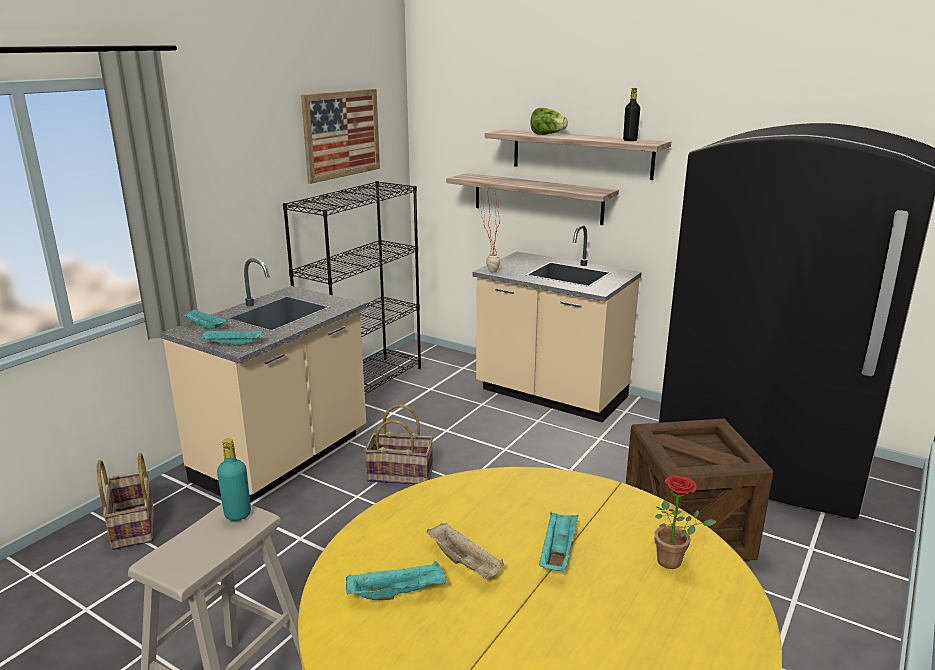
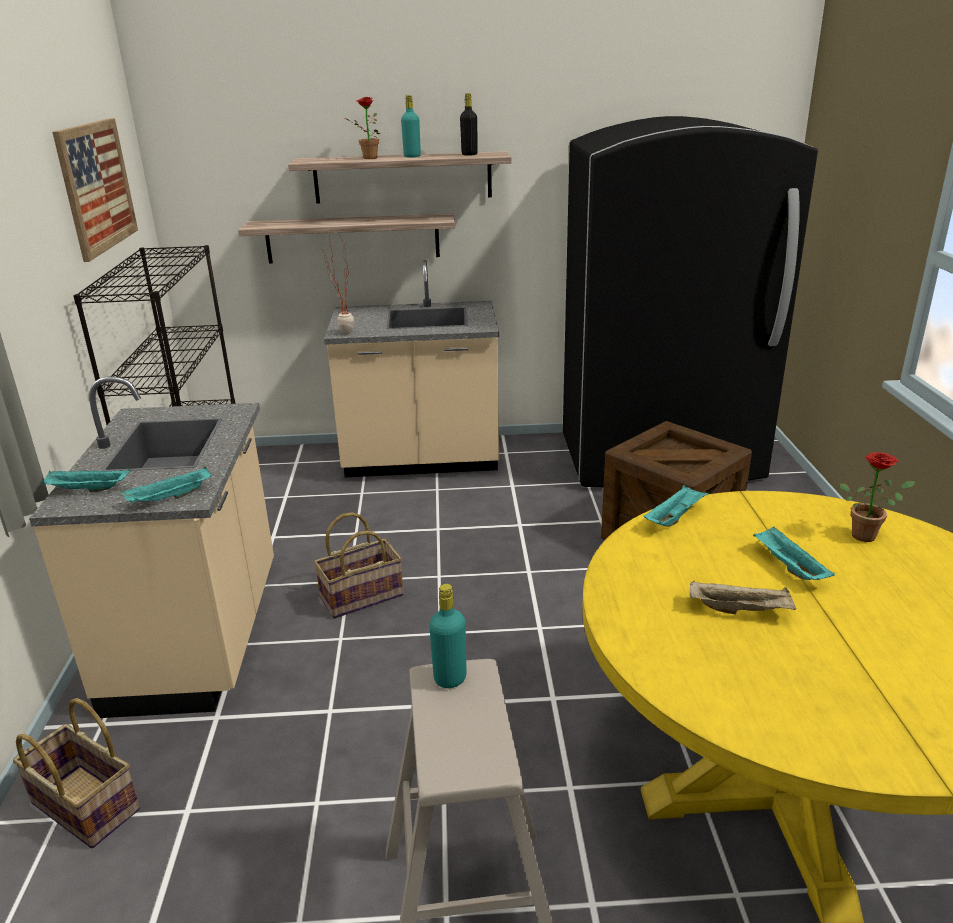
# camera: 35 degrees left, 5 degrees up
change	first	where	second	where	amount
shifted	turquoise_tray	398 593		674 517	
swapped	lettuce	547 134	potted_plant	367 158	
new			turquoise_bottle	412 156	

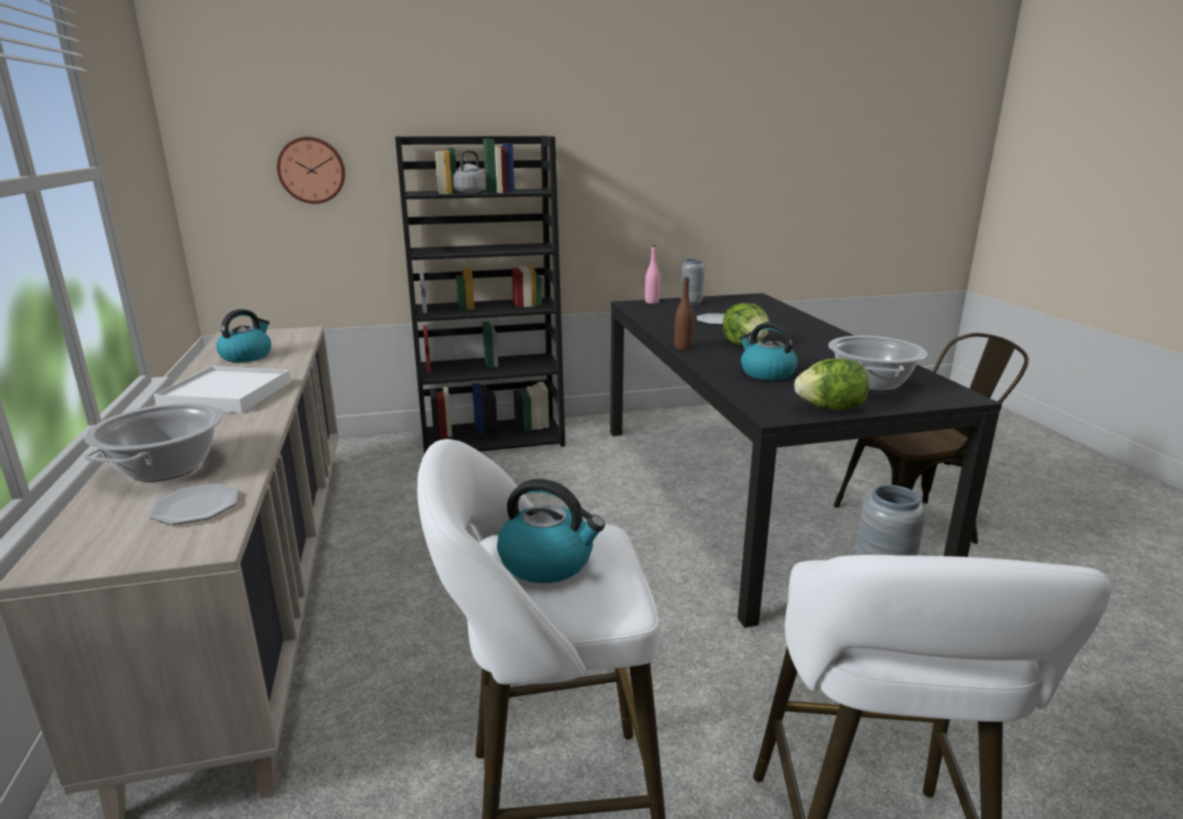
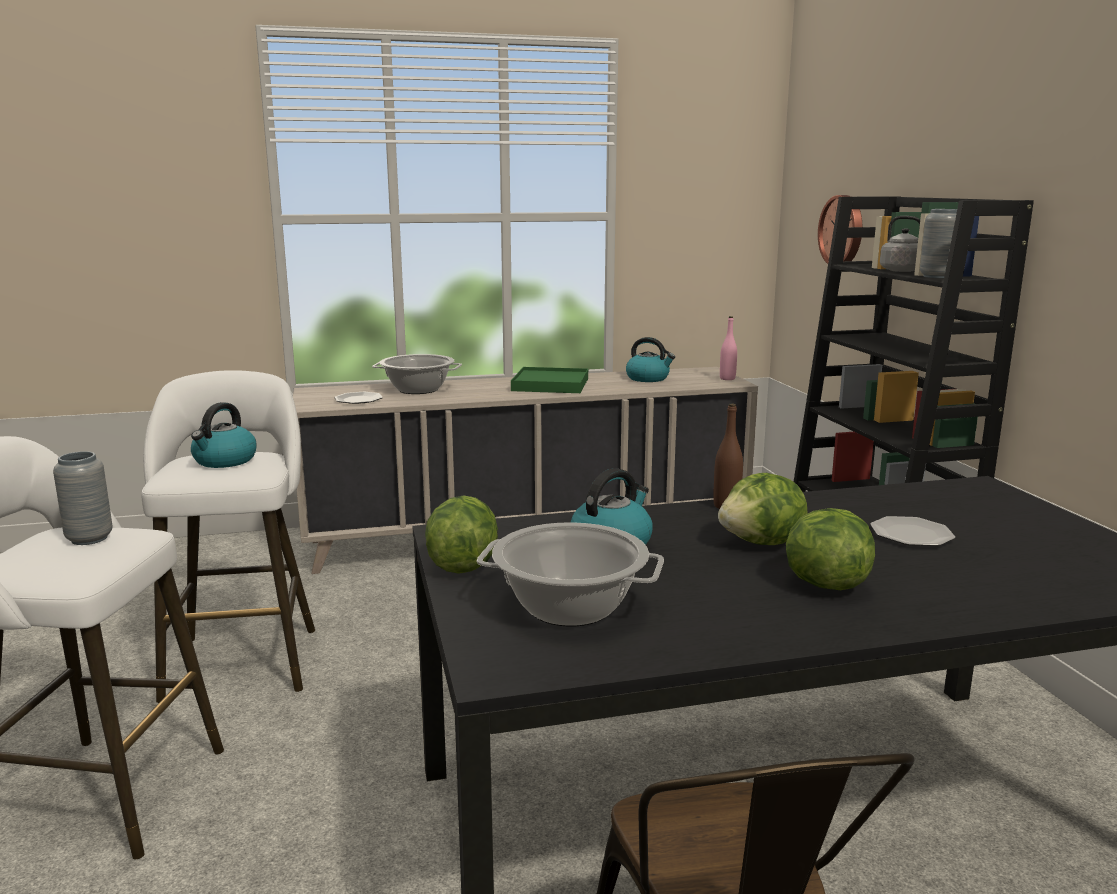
# camera: 90 degrees right, 5 degrees down
change	first	where	second	where	amount
repainted	white_tray	227 394	green_tray	550 384	
shifted	pink_bottle	652 302		727 378	
shifted	grey_vase	691 303		936 277	
new			lettuce	824 584	

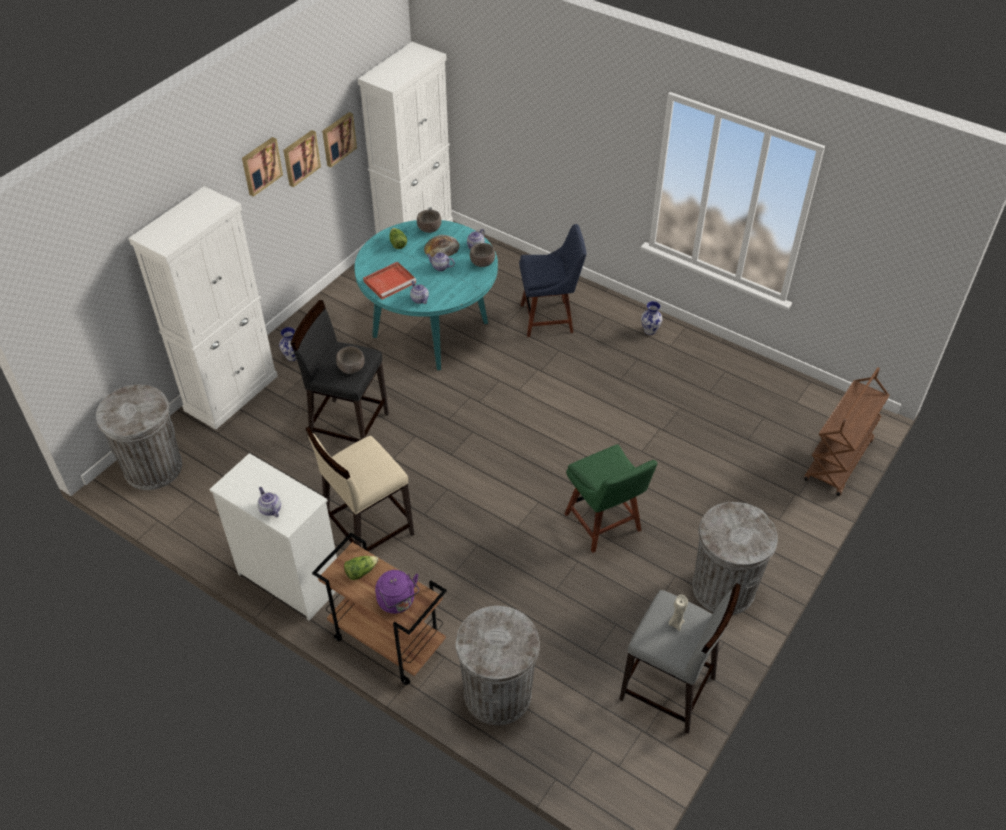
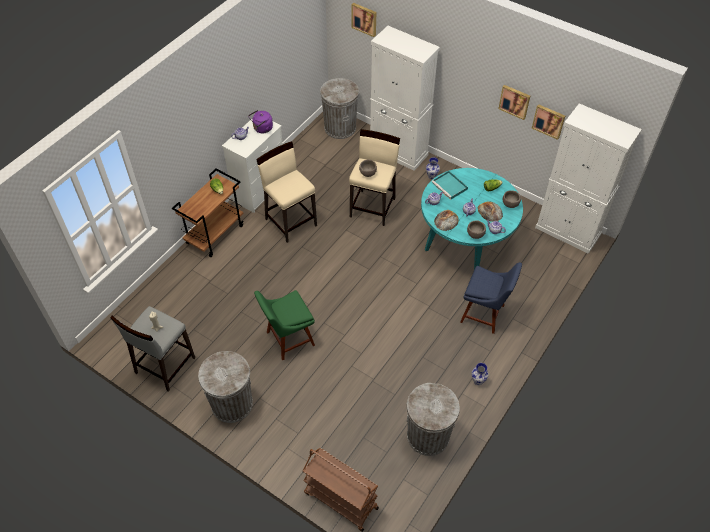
# camera: 90 degrees right, 5 degrees up
change	first	where	second	where	amount
shifted	picture	260 165		364 19	
repainted	black_stool	349 425	beige_stool	373 207	
repainted	red_tray	390 281	turquoise_tray	450 186	
shifted	purple_kettle	398 602		262 129	
shifted	grey_trash_can	498 694		428 436	
rotated	blue_chair	550 318		485 314	60 degrees counterclockwise
new			bread	446 220	

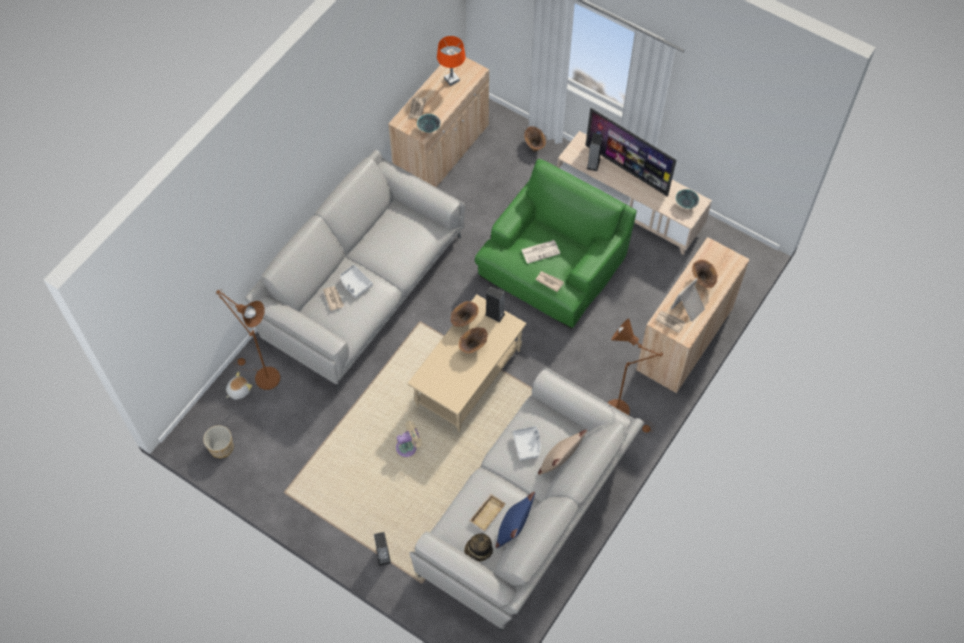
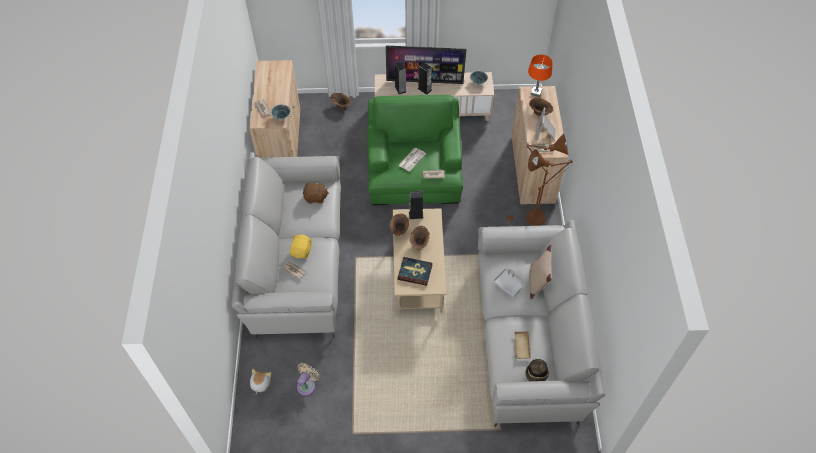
# camera: 35 degrees left, 5 degrees down
change	first	where	second	where	amount
gone	planter	221 448			
shifted	brown_floor_lamp	262 376		531 218	
swapped	grey_tray	355 283	yellow_plush_toy	302 251	
shifted	speaker	383 556		424 89	
shifted	beige_fan	408 446		307 385	
shifted	orange_table_lamp	451 80		536 92	
gone	blue_pillow	513 528			
new			brown_plush_toy	315 197	
new			book	415 272	

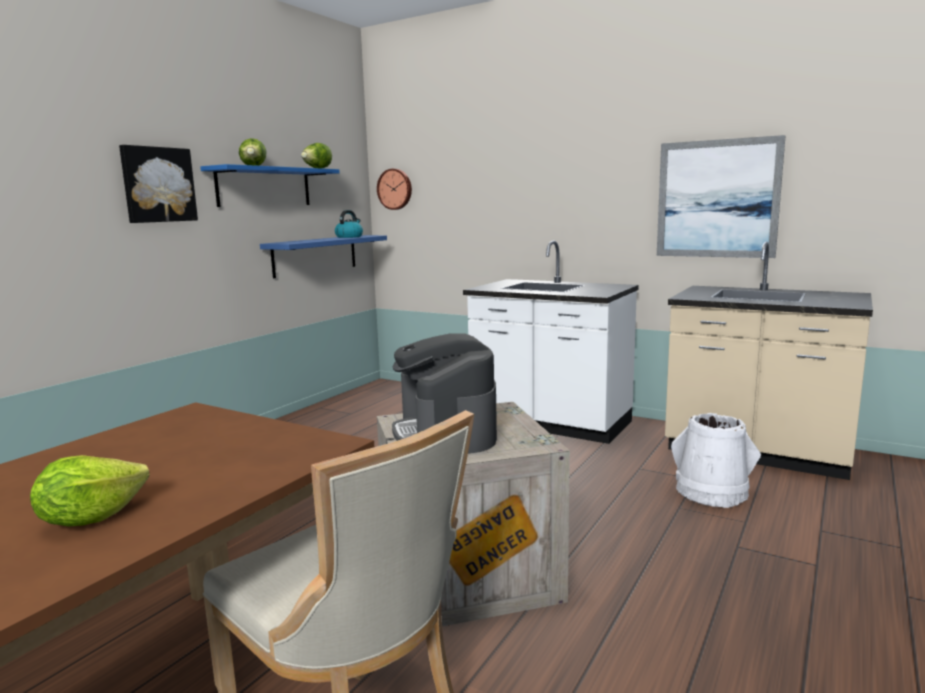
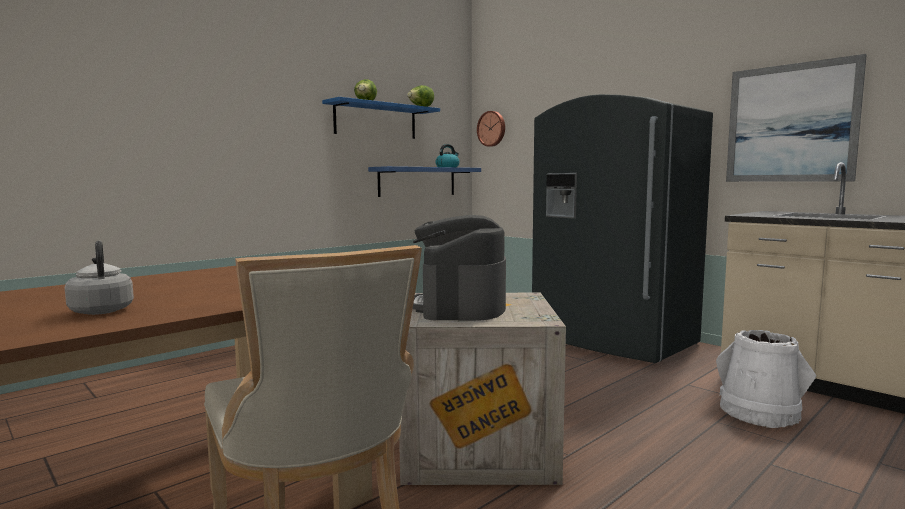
# camera: 15 degrees right, 5 degrees down
change	first	where	second	where	amount
swapped	lettuce	90 518	grey_kettle	102 310	
gone	picture	158 185			
swapped	white_counter	550 423	grey_fridge	611 340	

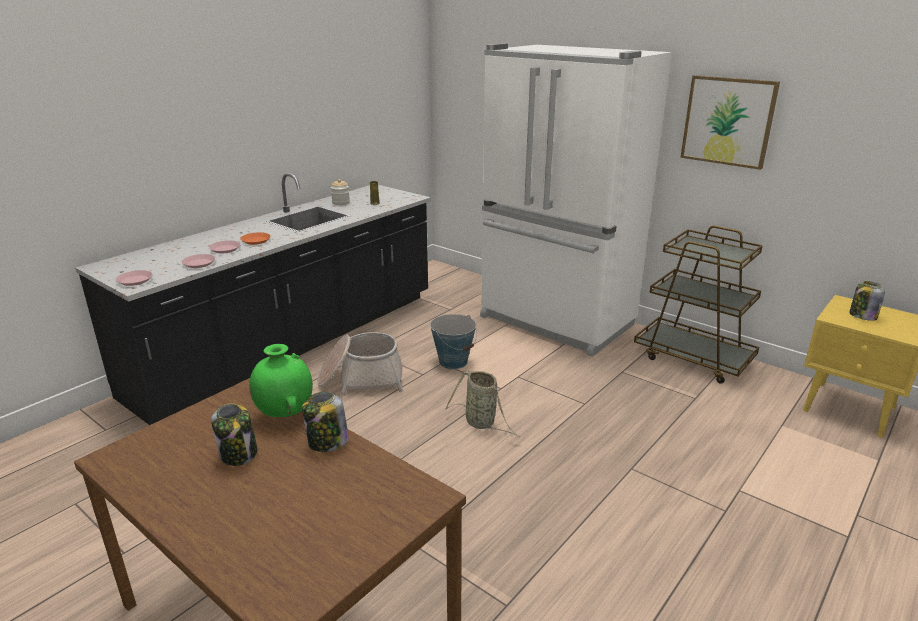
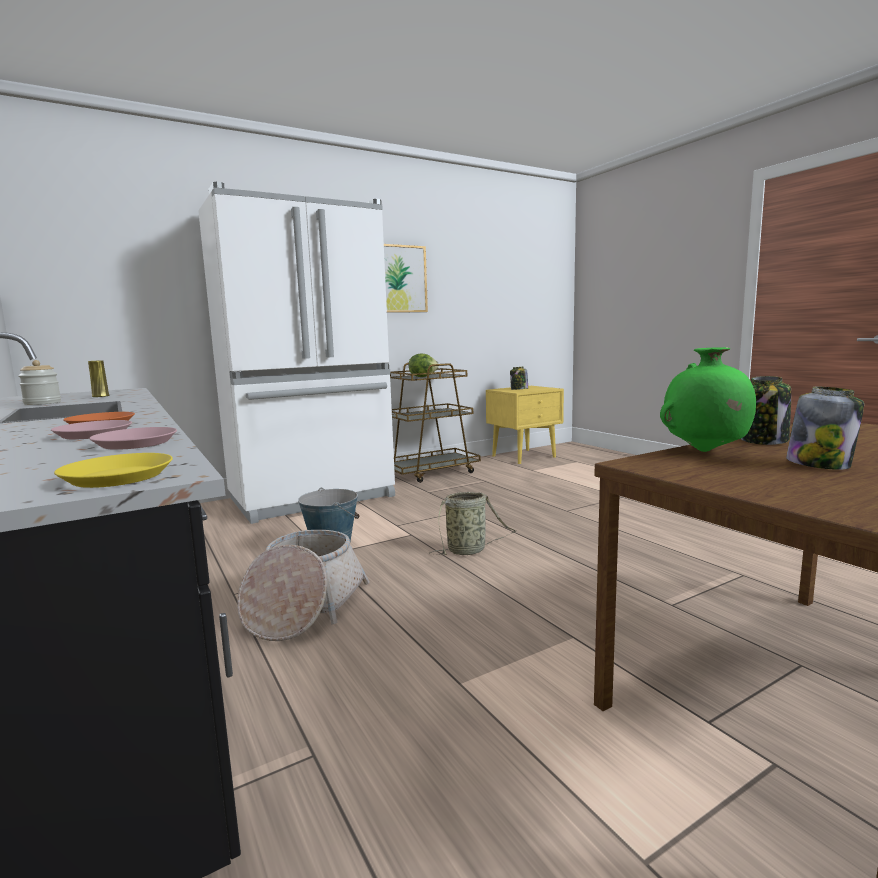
# camera: 70 degrees left, 15 degrees down
change	first	where	second	where	amount
repainted	pink_plate	135 280	yellow_plate	118 477	
new			lettuce	423 377	

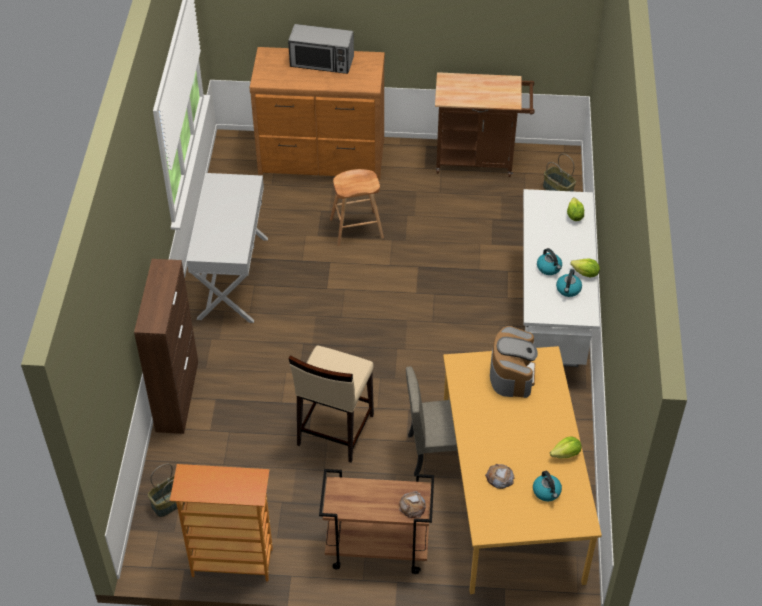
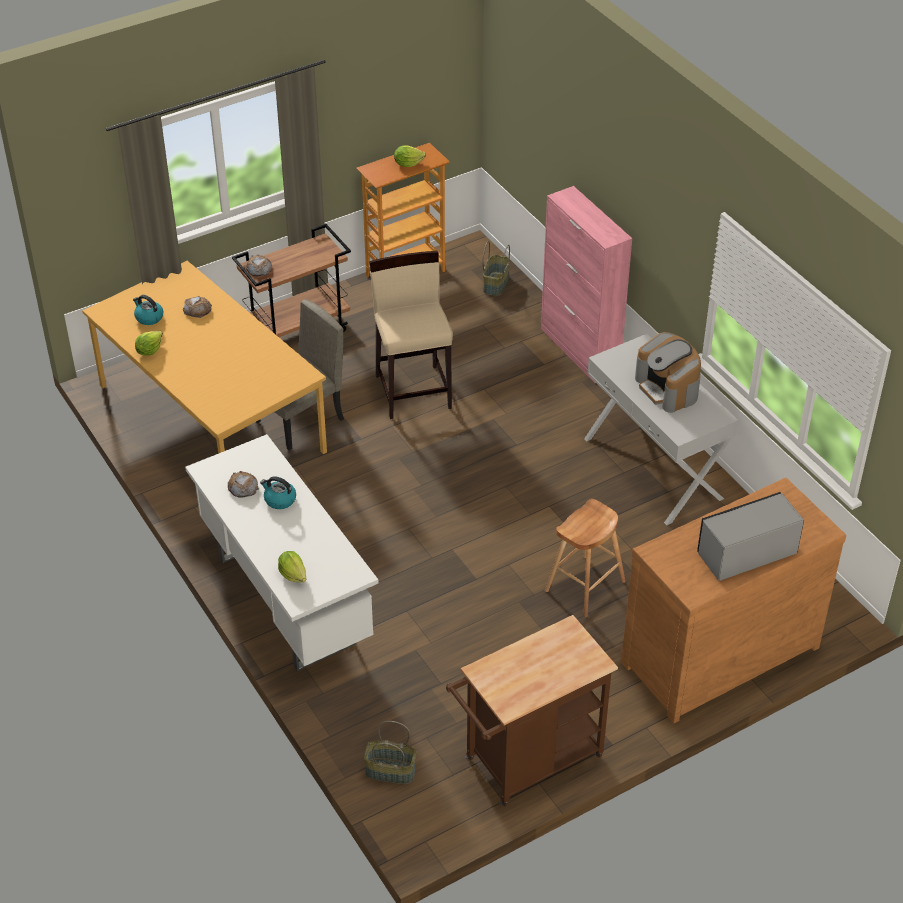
# camera: 145 degrees right, 5 degrees down
change	first	where	second	where	amount
repainted	brown_cabinet	177 395	pink_cabinet	580 350	
shifted	coffee_machine	512 373		668 388	
swapped	kettle	568 289	bread	242 487	
shifted	lettuce	585 274		408 164	

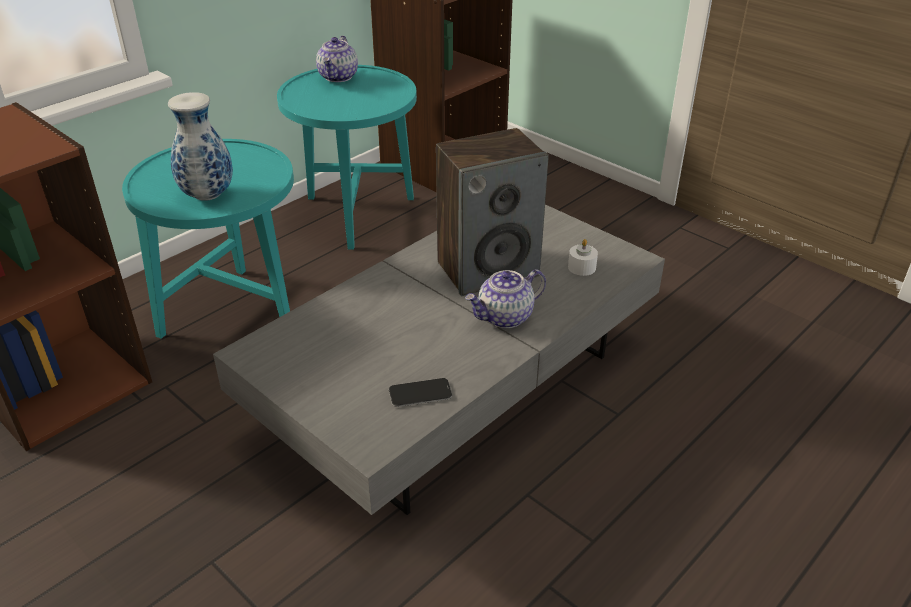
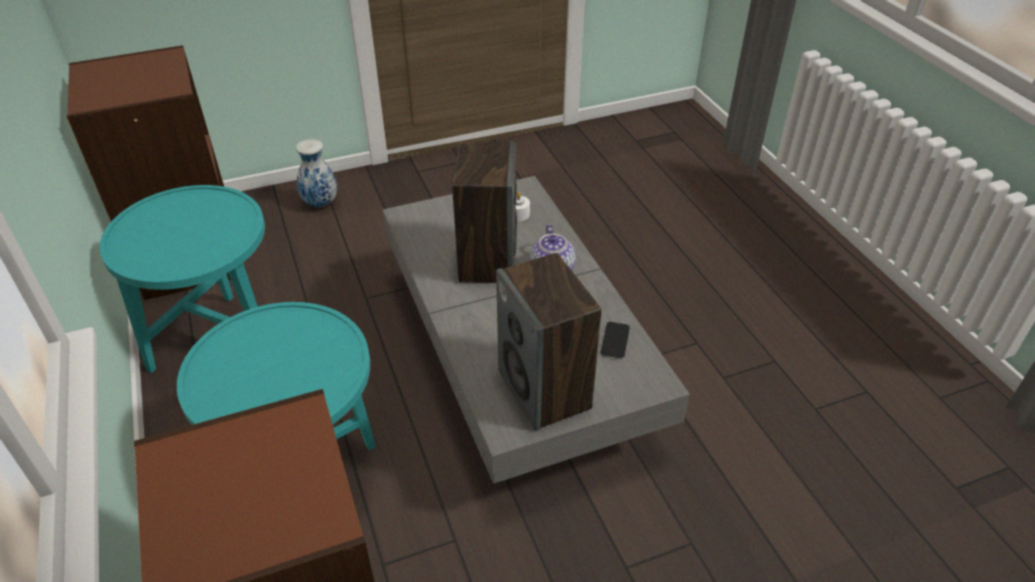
# camera: 65 degrees left, 5 degrees up
change	first	where	second	where	amount
shifted	vase	206 195		320 204	
gone	teapot	338 77			
new			speaker	545 390	

